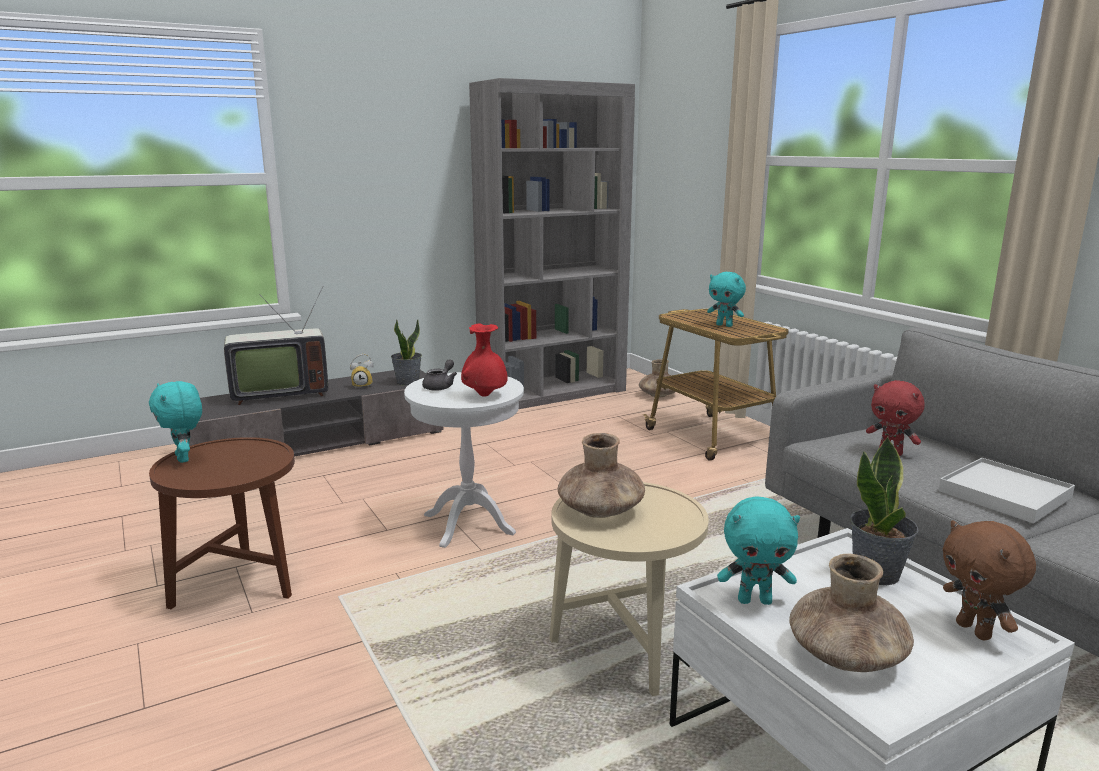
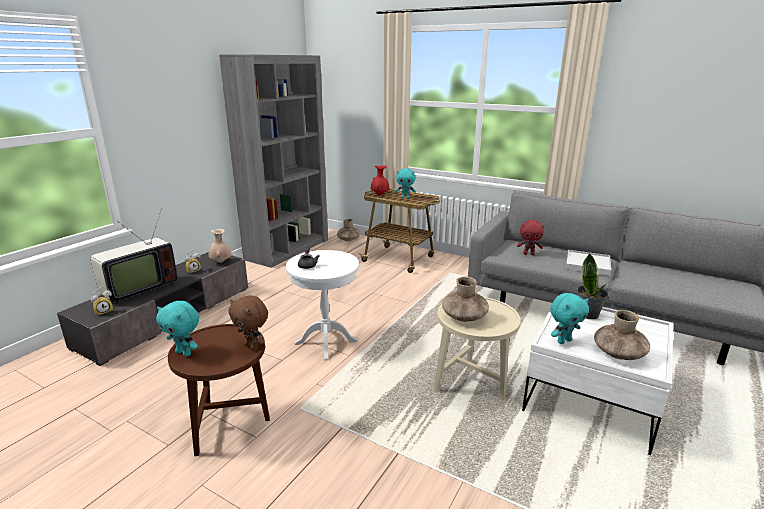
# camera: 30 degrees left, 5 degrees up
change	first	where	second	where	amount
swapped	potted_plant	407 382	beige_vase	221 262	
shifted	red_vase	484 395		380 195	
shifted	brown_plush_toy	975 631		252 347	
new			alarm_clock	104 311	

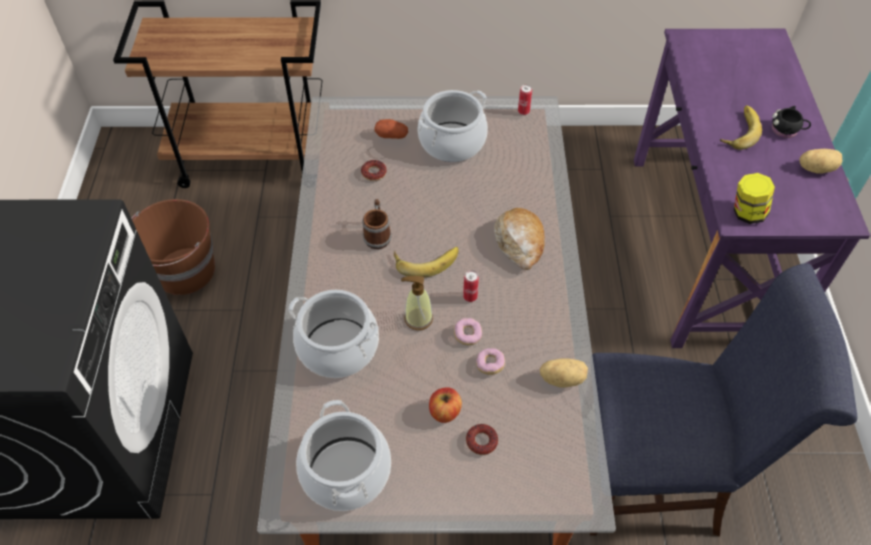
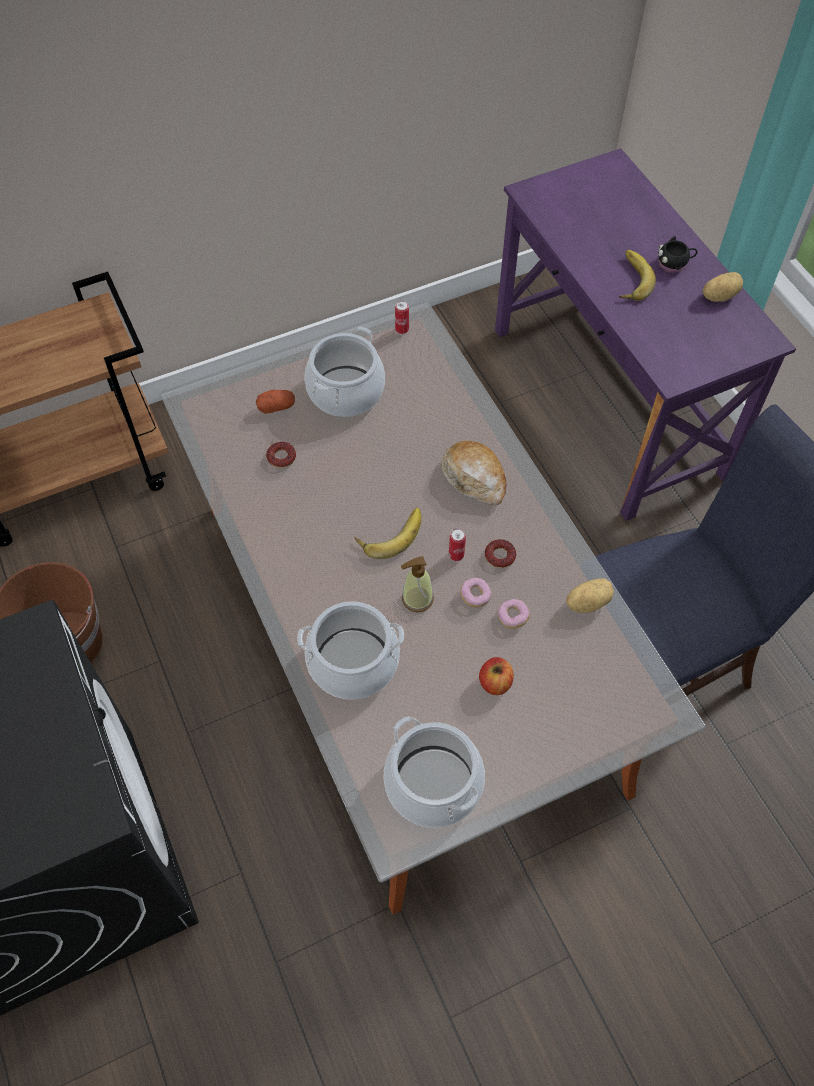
# camera: 25 degrees left, 5 degrees up
change	first	where	second	where	amount
gone	mug	377 235			
shifted	donut	481 441		500 556	
gone	jar	747 213			

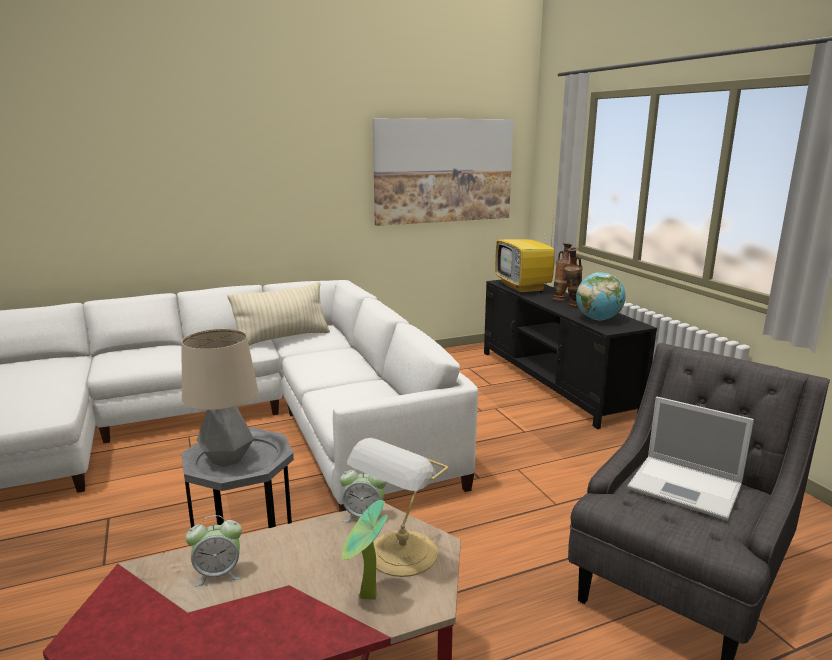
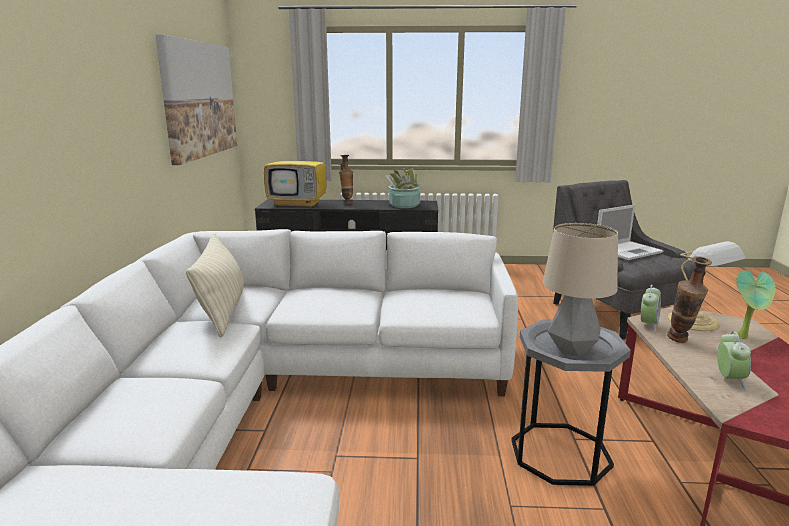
# camera: 65 degrees left, 0 degrees up
change	first	where	second	where	amount
shifted	vase	571 305		681 341	
swapped	globe	598 319	potted_plant	404 205	

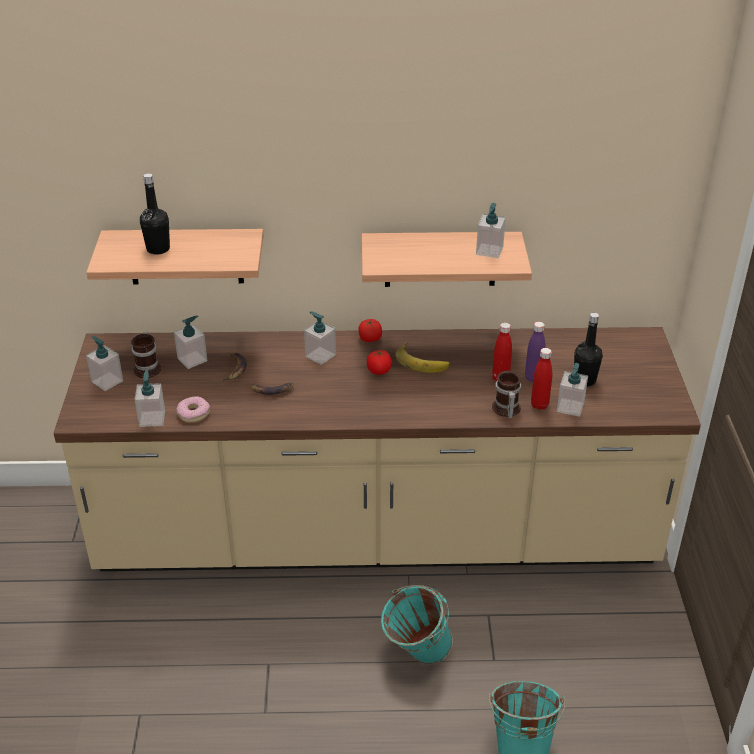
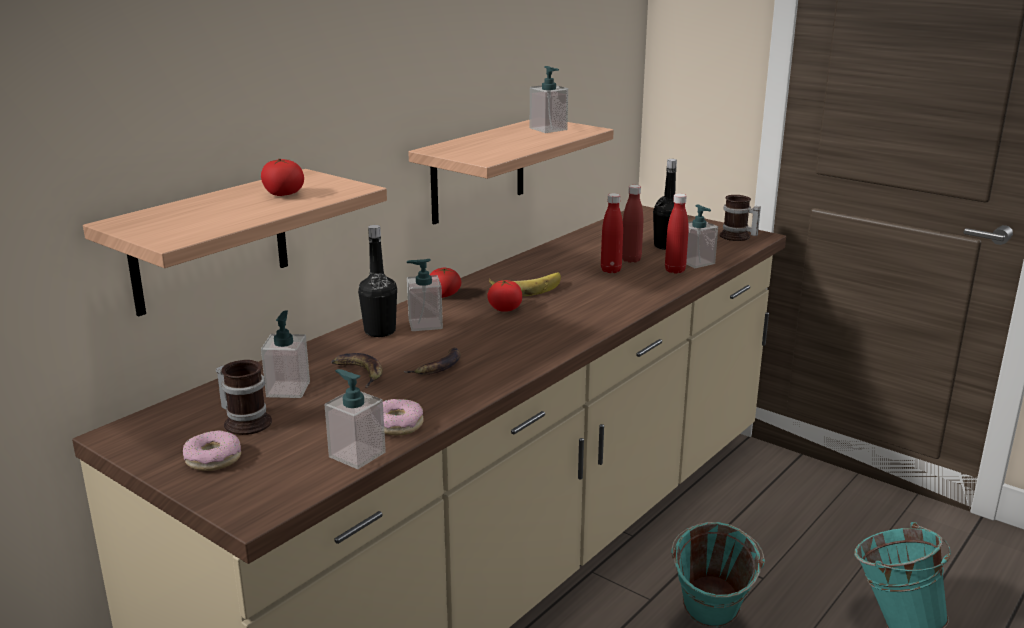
# camera: 50 degrees left, 15 degrees down
change	first	where	second	where	amount
swapped	soap_dispenser	107 381	donut	213 459	
shifted	black_bottle	158 249		380 331	
shifted	mug	505 410		737 237	
repainted	purple_bottle	533 378	red_bottle	631 260	
new			tomato	283 194	

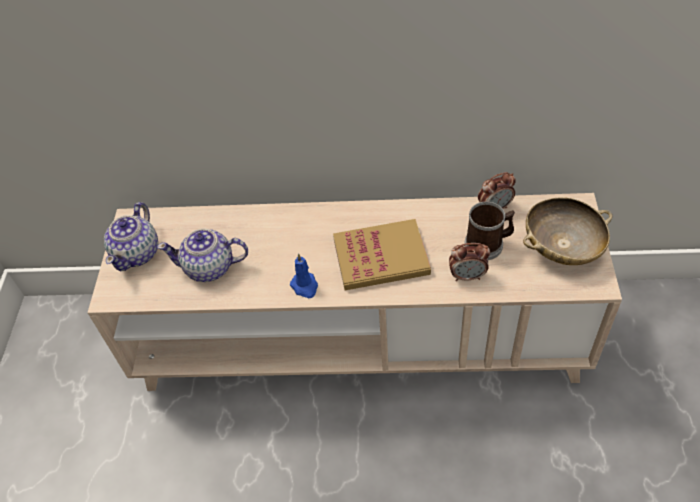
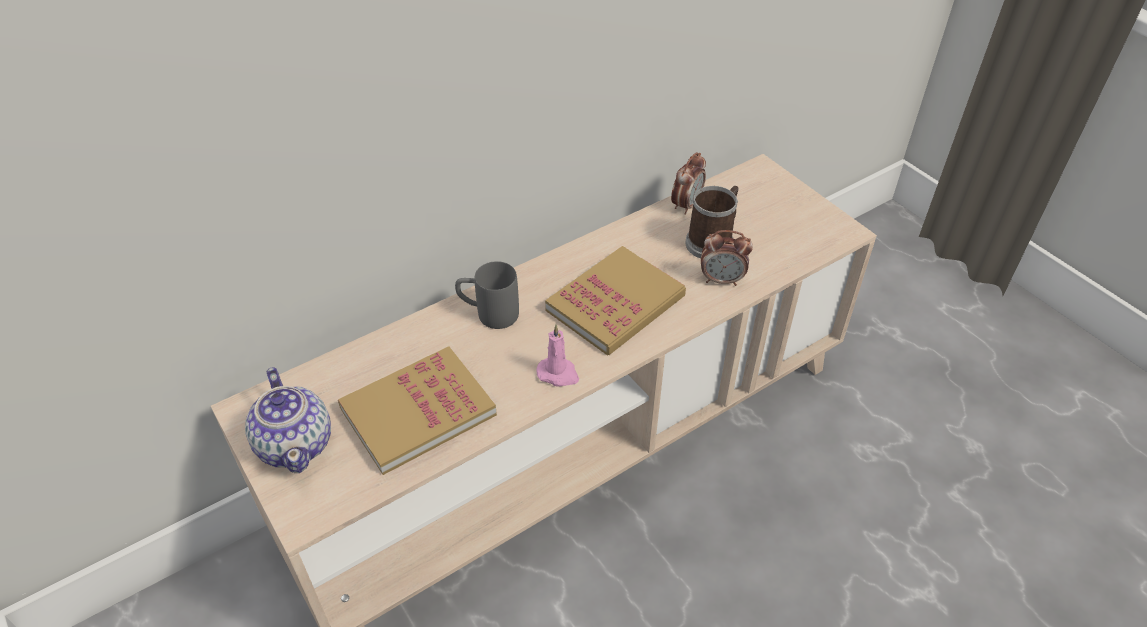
# camera: 40 degrees left, 5 degrees down
change	first	where	second	where	amount
swapped	teapot	210 268	book	418 412	
repainted	blue_candle	305 286	pink_candle	558 374	
rotated	alarm_clock	467 276		722 280	45 degrees clockwise
gone	beige_bowl	562 248			
new			grey_mug	488 314	

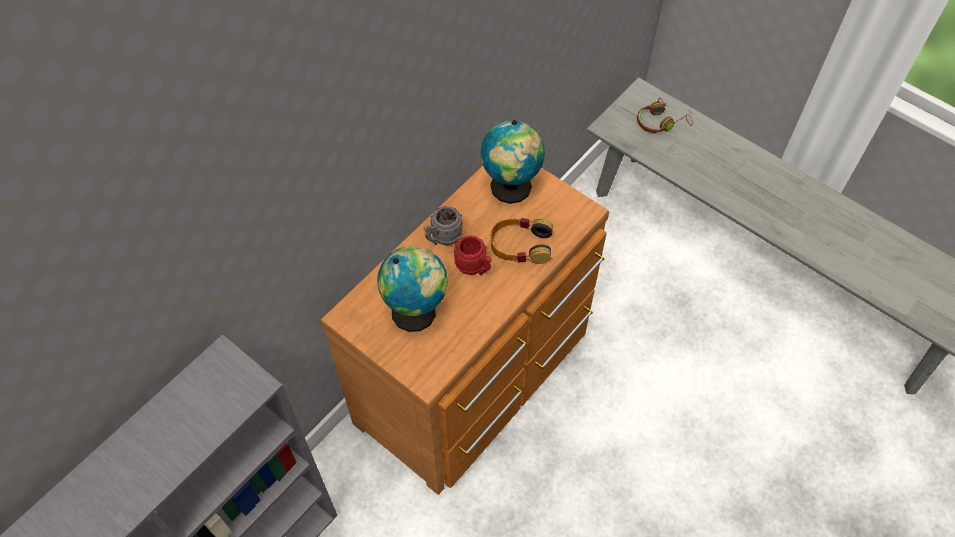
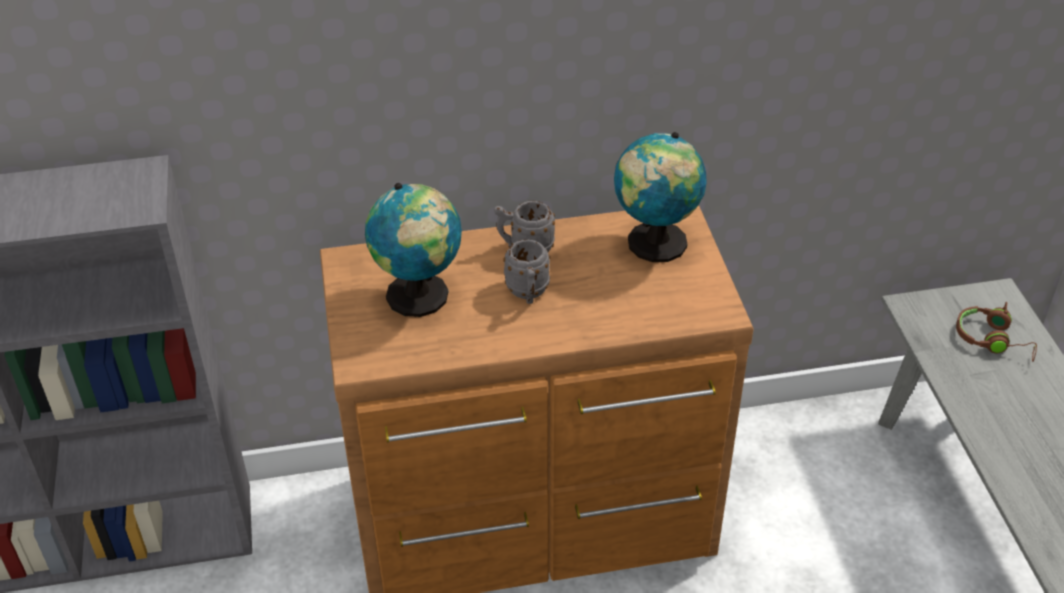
# camera: 40 degrees right, 15 degrees down
change	first	where	second	where	amount
repainted	red_mug	474 268	grey_mug	528 293	
gone	headphones	520 245			

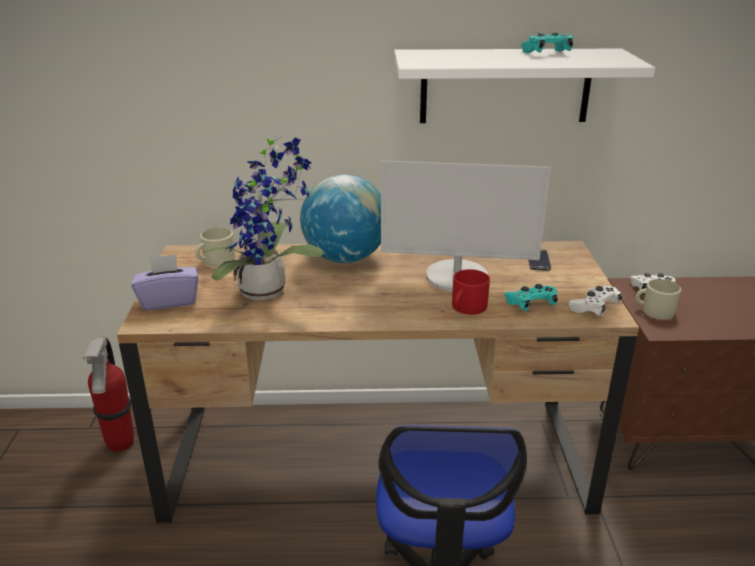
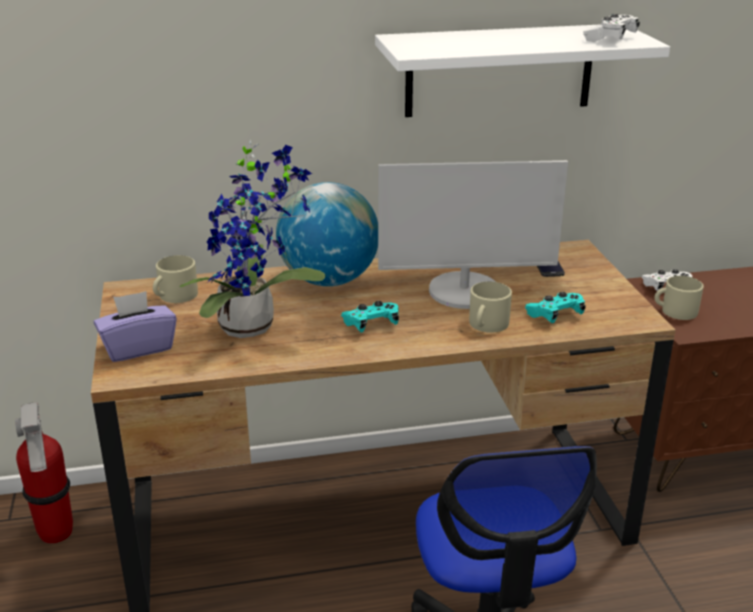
# camera: 10 degrees left, 0 degrees up
change	first	where	second	where	amount
repainted	red_mug	467 307	beige_mug	487 325	
shifted	turquoise_game_controller	546 53		371 324	
shifted	white_game_controller	594 308		610 39	

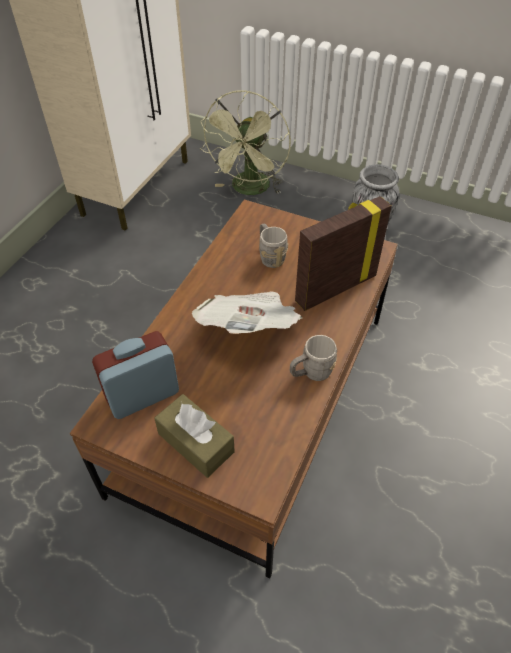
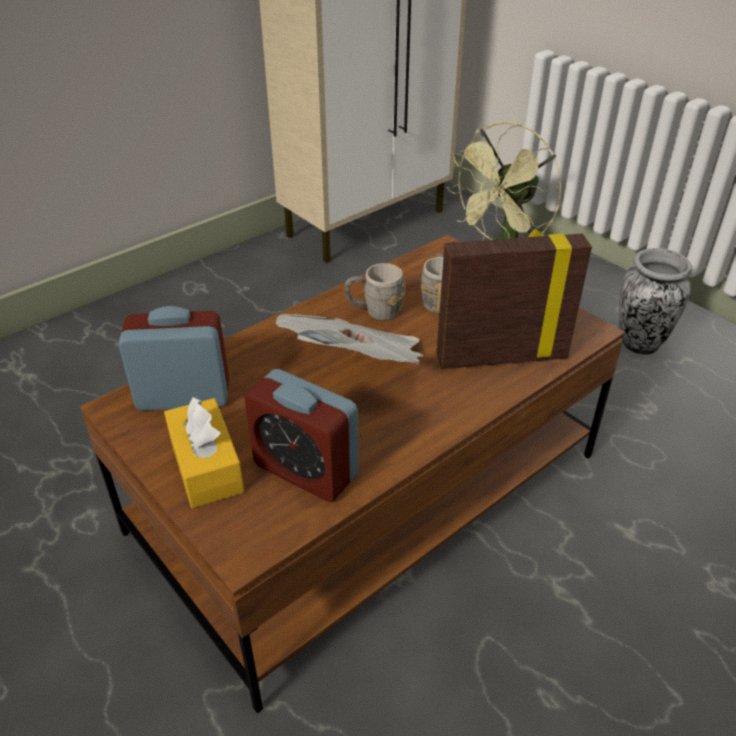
# camera: 25 degrees right, 10 degrees down
change	first	where	second	where	amount
repainted	brown_tissue_box	196 442	yellow_tissue_box	206 466	
shifted	grey_mug	311 373		375 311	
new			alarm_clock	305 470	

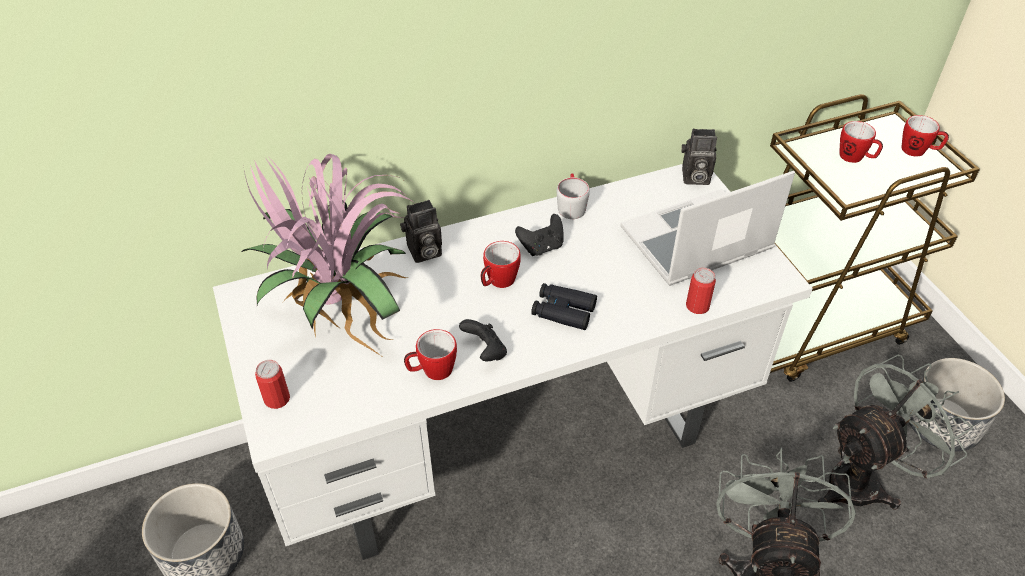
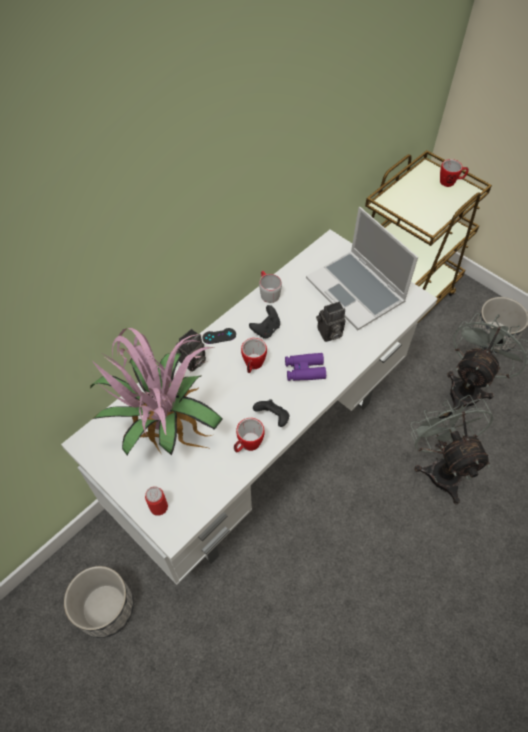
# camera: 25 degrees left, 10 degrees up
change	first	where	second	where	amount
repainted	black_binoculars	563 311	purple_binoculars	304 370	
rotated	laptop	695 242		357 291	75 degrees counterclockwise
shifted	photo_camera	694 178		329 334	
gone	can	697 306			
gone	mug	855 158			
new			black_game_controller	219 336	

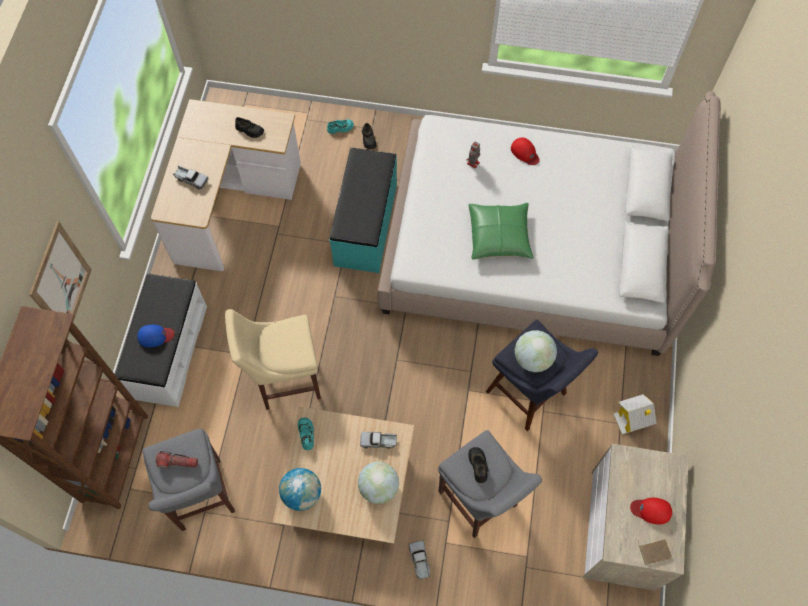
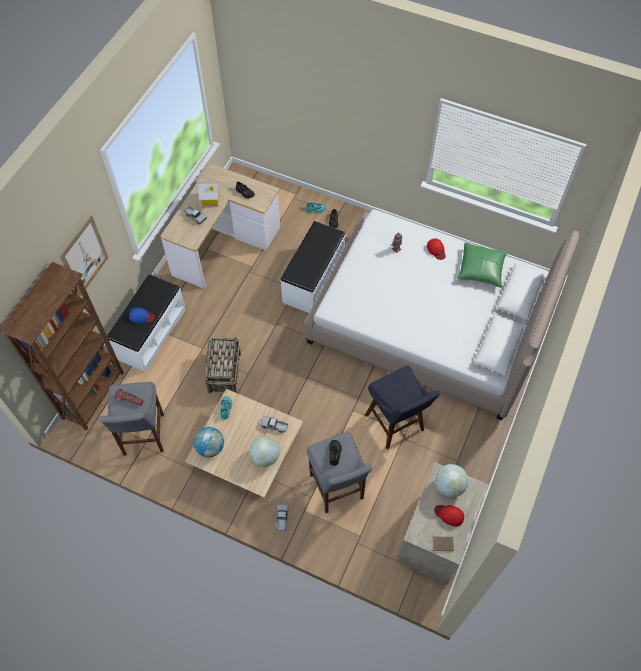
# camera: 15 degrees right, 5 degrees down
change	first	where	second	where	amount
swapped	beige_stool	285 380	basket	224 372	
repainted	turquoise_bench	366 224	white_bench	314 279	
shifted	green_pillow	499 236		481 269	
shifted	globe	533 359		449 486	
shifted	toy_house	631 420		210 201	

